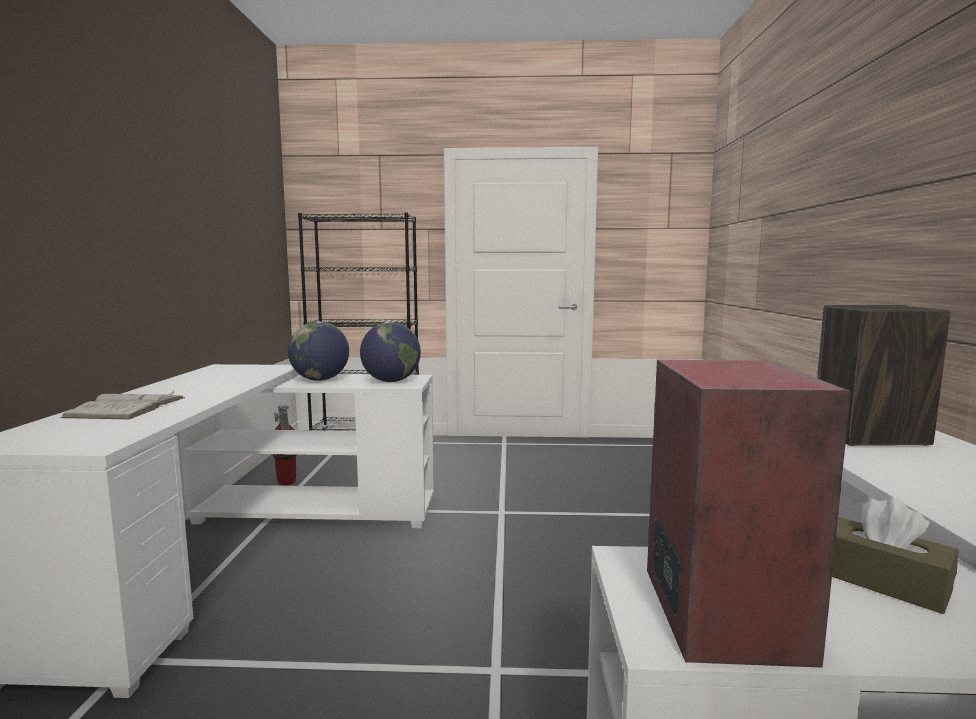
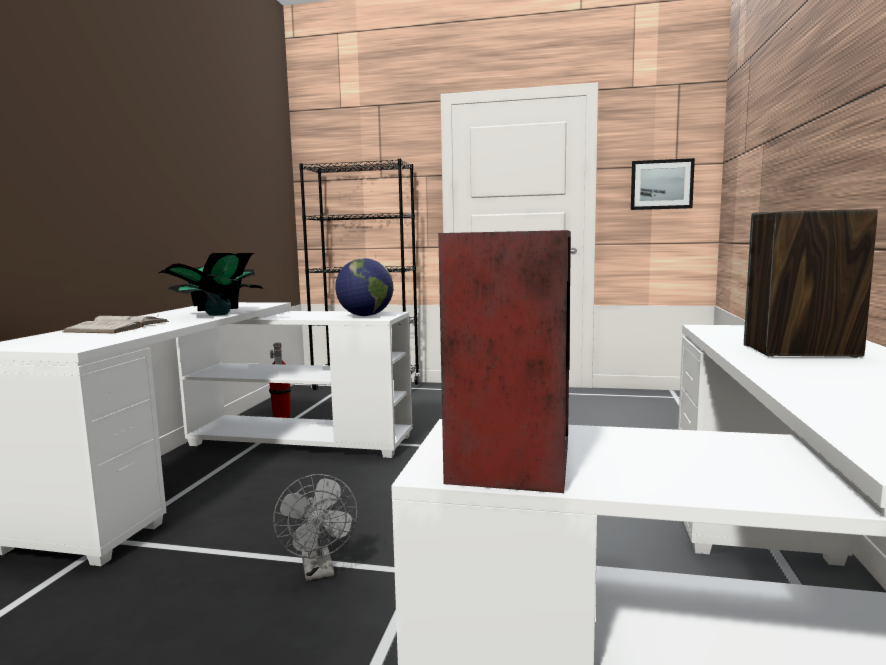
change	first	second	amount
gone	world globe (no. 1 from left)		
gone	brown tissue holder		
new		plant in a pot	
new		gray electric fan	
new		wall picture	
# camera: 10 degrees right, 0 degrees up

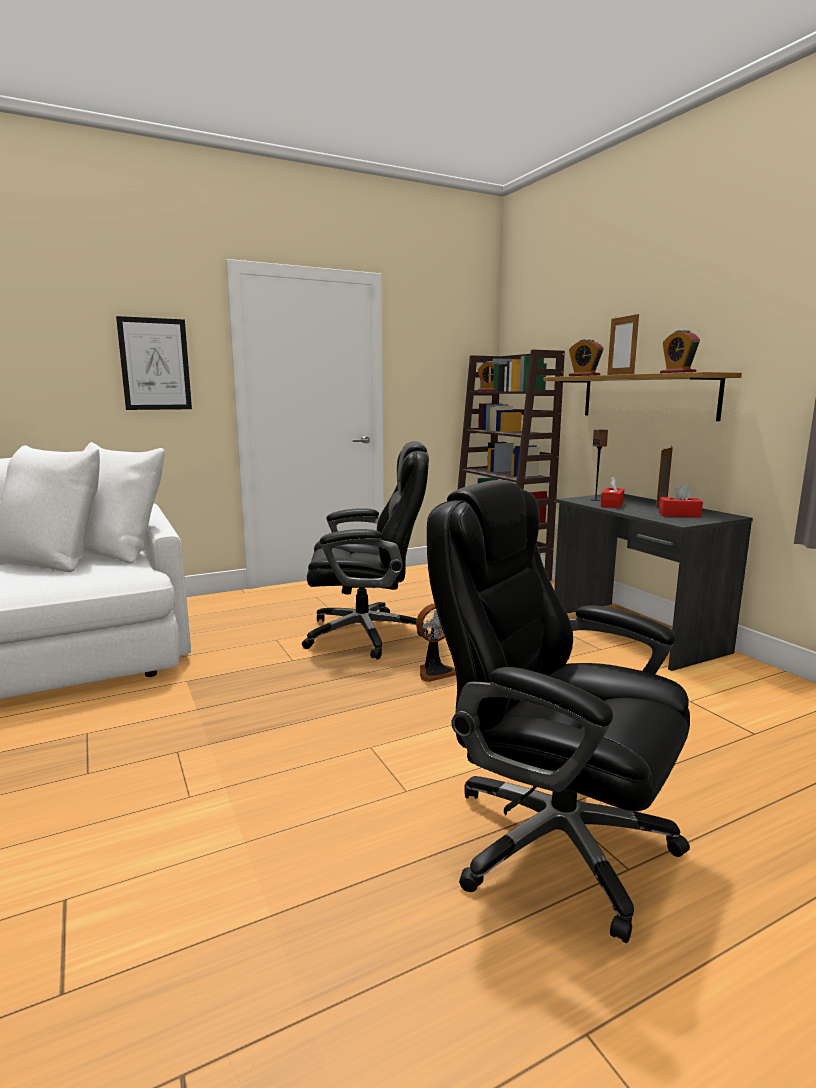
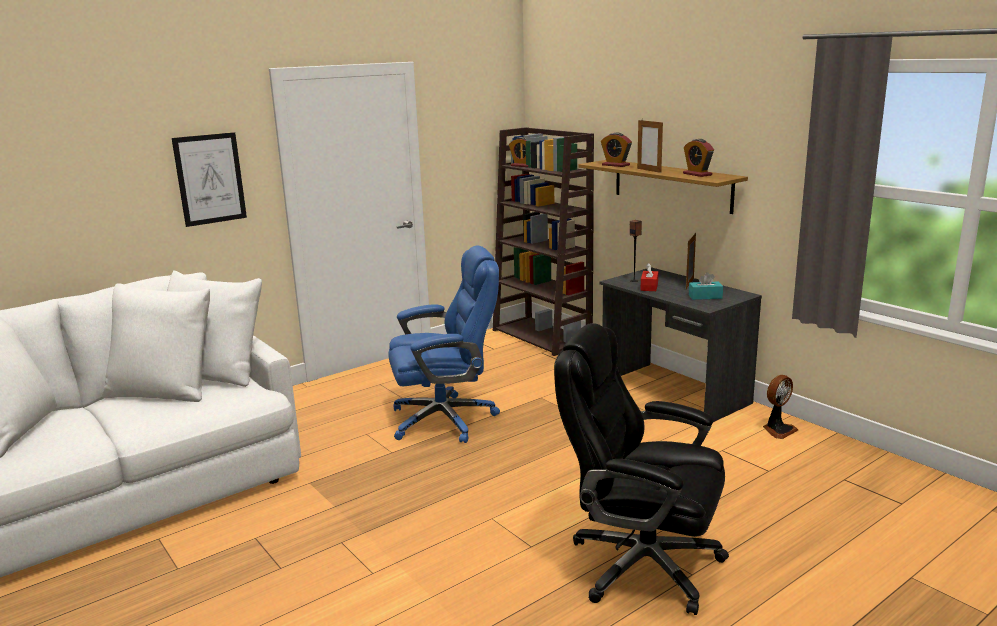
change	first	second	amount
repainted	black desk chair (no. 1 from left)	blue-coloured desk chair	
shifted	electric fan		
repainted	red tissue holder (no. 2 from left)	blue-green tissue holder	
# camera: 10 degrees left, 5 degrees up

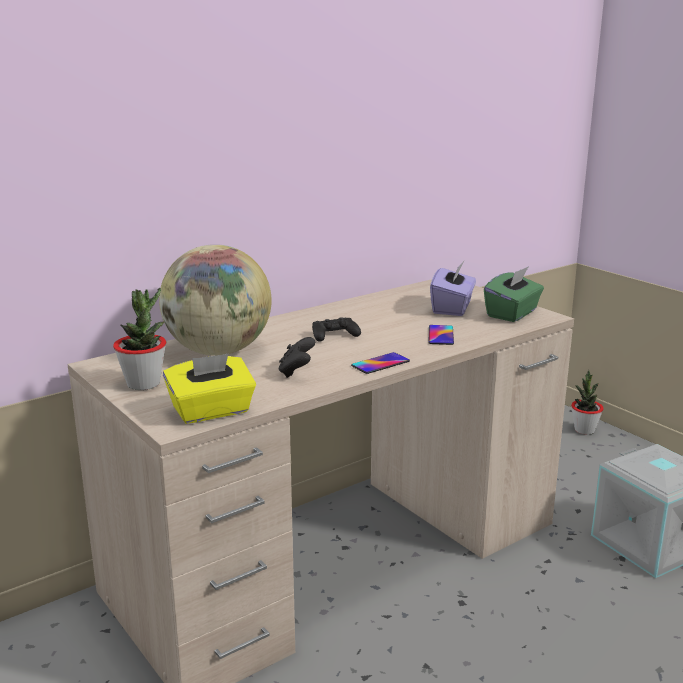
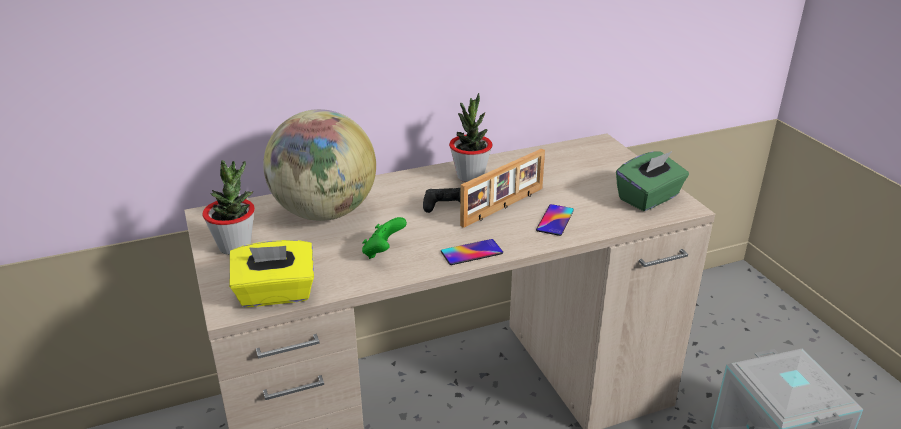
change	first	second	amount
repainted	black game controller (no. 1 from left)	greenish game controller	
gone	purplish tissue holder		
shifted	plant in a pot (no. 2 from left)		
new		picture frame	
# camera: 15 degrees right, 10 degrees up

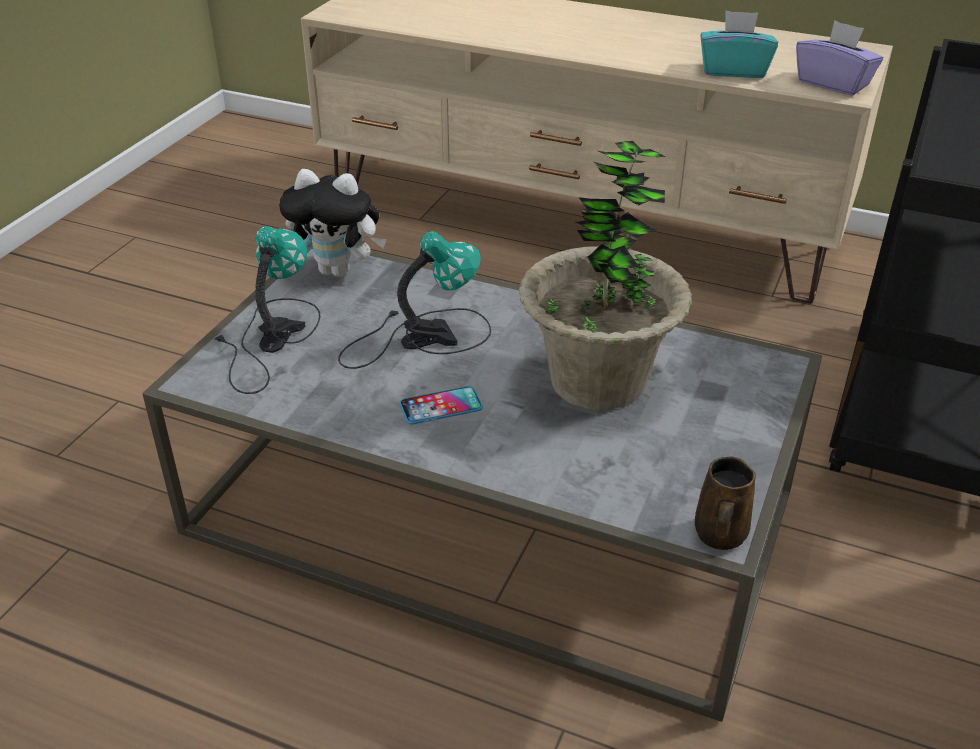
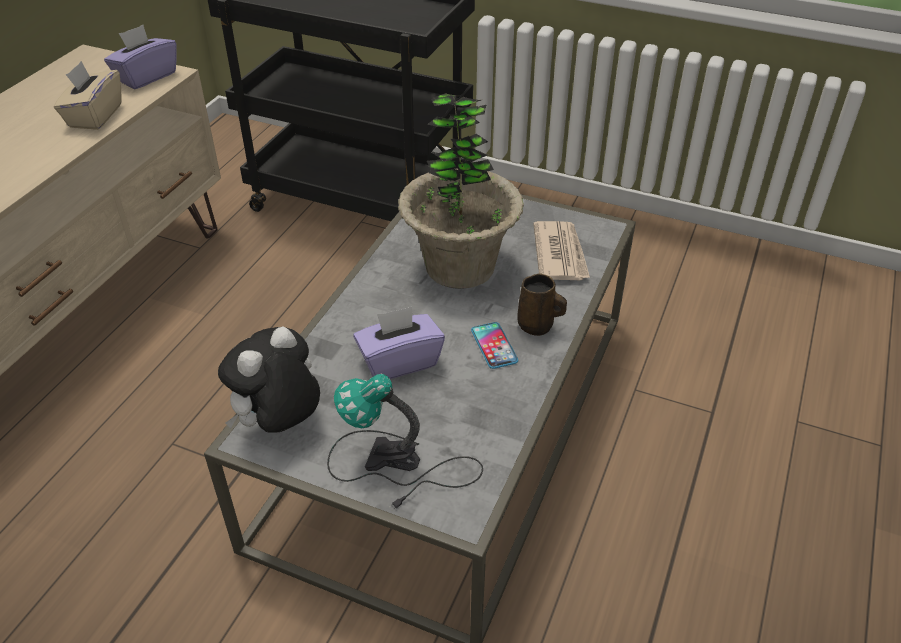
change	first	second	amount
rotated	soft toy		150 degrees counterclockwise
swapped	tabletop lamp (no. 2 from left)	purplish tissue holder (no. 2 from left)	
shifted	brown coffee mug		
repainted	blue-green tissue holder	beige tissue holder	
new		printed paper	
# camera: 90 degrees left, 5 degrees up

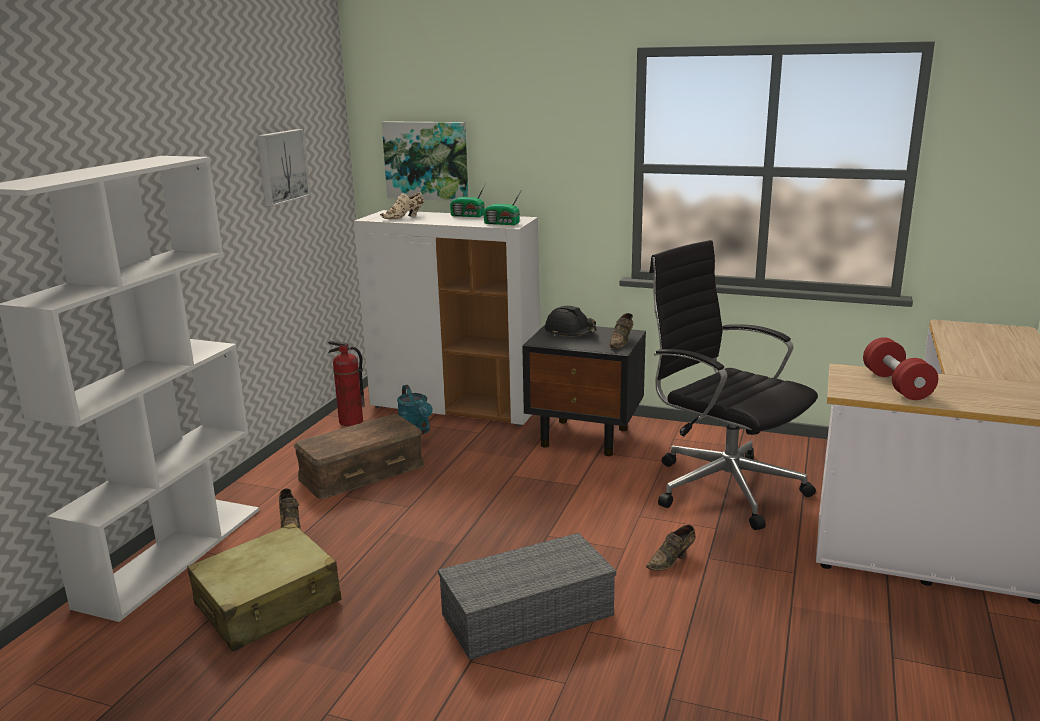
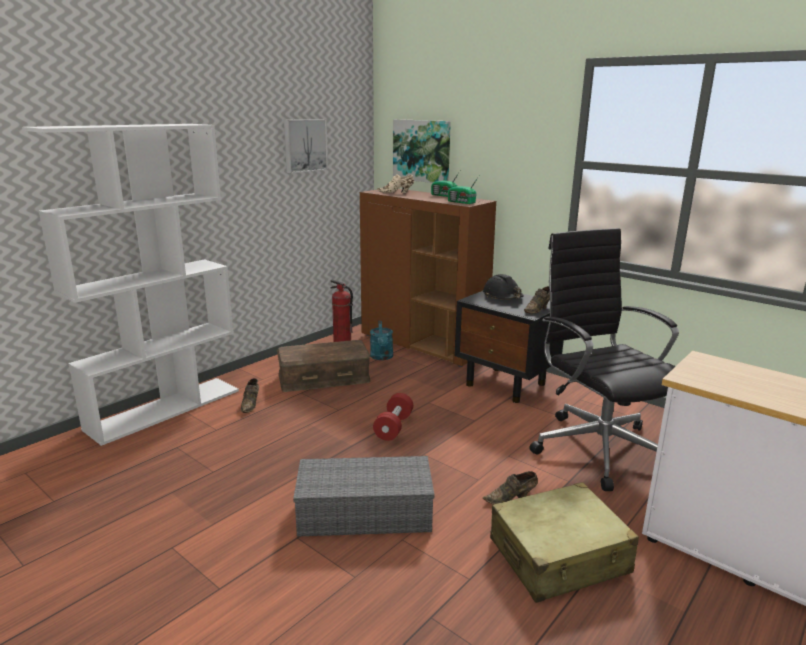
change	first	second	amount
shifted	beige travel case		
repainted	whitish storage cabinet	brown storage cabinet	
shifted	red hand weight		
# camera: 20 degrees right, 0 degrees up

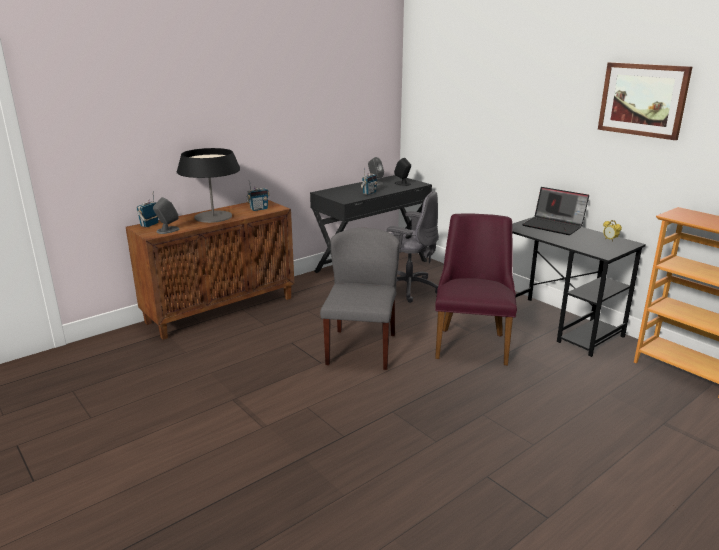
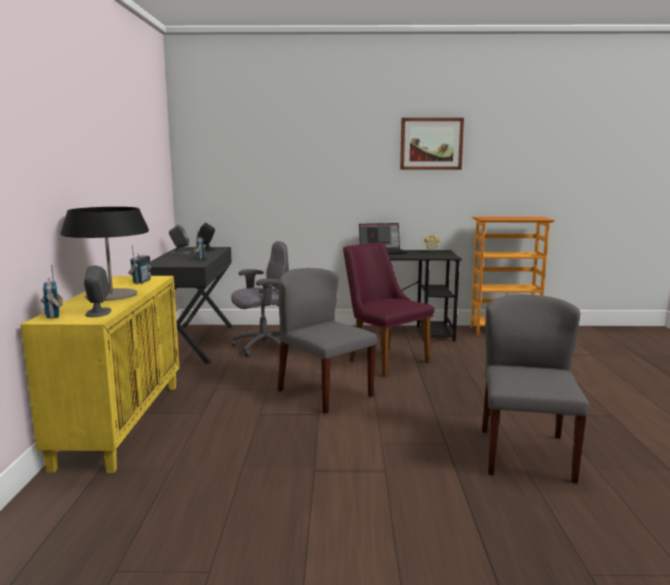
change	first	second	amount
repainted	brown storage cabinet	yellow-coloured storage cabinet	
new		gray chair (no. 2 from left)	
# camera: 50 degrees left, 10 degrees down

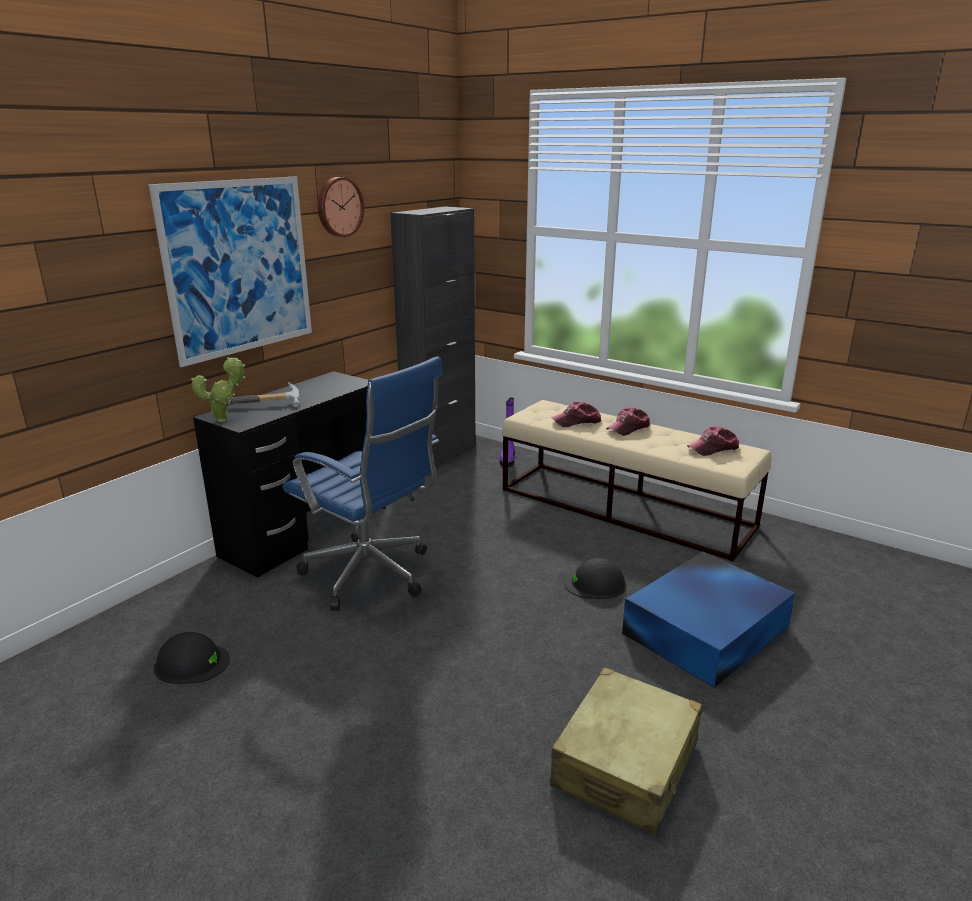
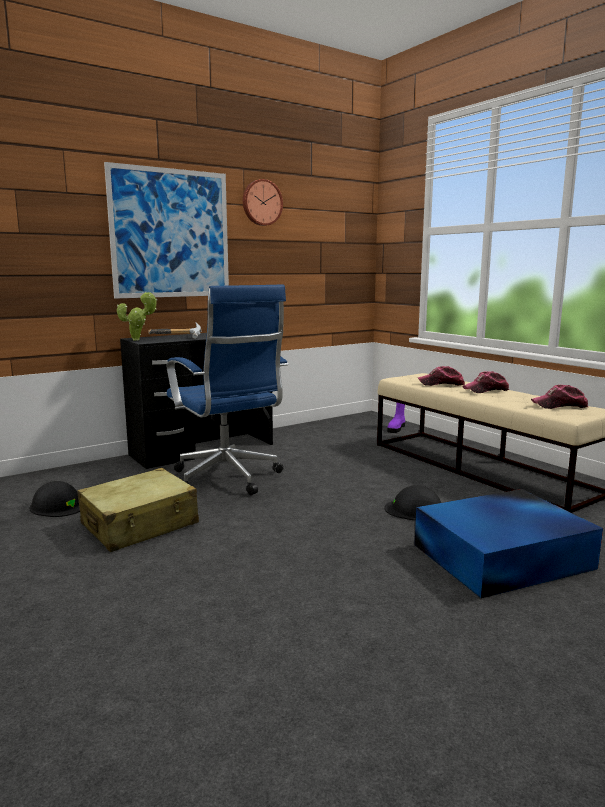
change	first	second	amount
gone	black storage cabinet		
shifted	beige travel case		
# camera: 20 degrees right, 10 degrees down

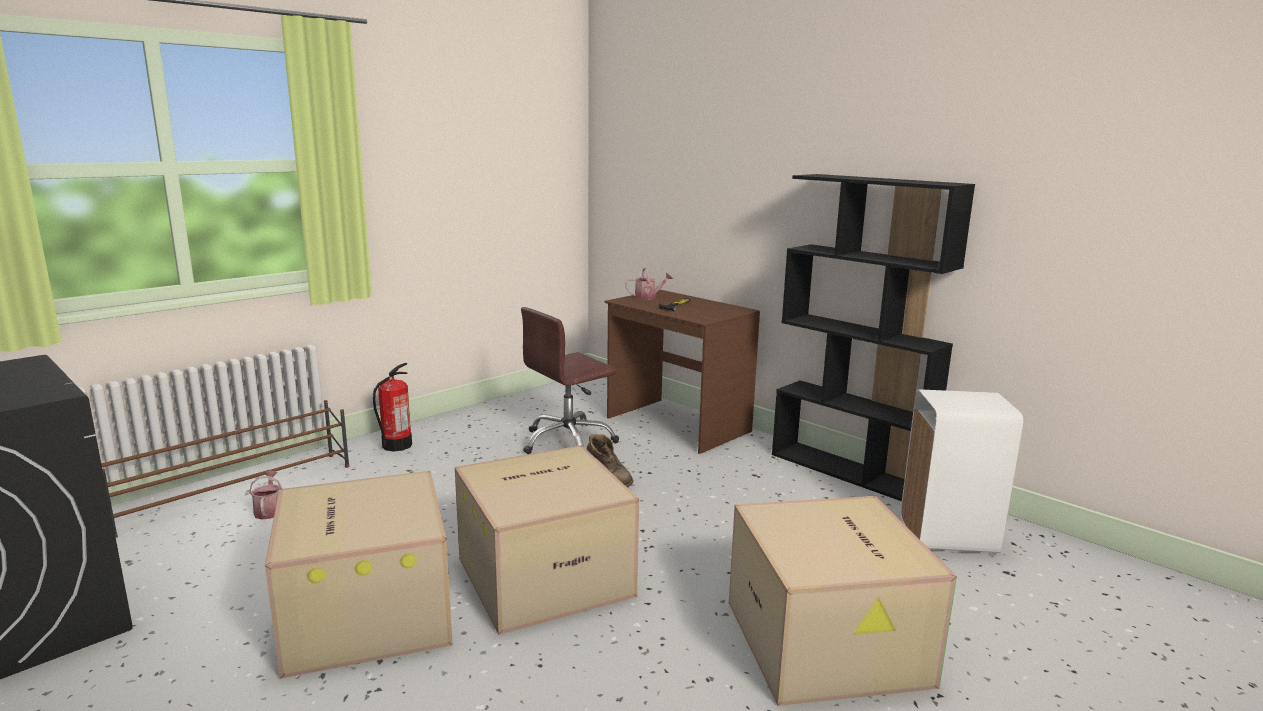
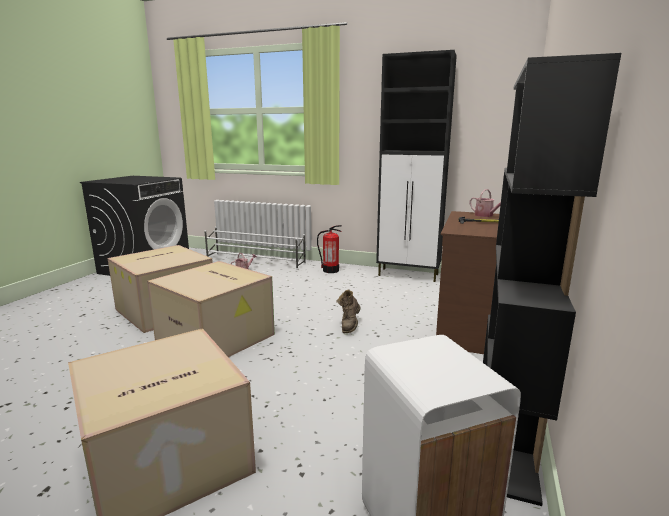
change	first	second	amount
repainted	brown shoe rack	whitish shoe rack	
gone	brown desk chair		
new		black storage cabinet	
# camera: 65 degrees right, 0 degrees up

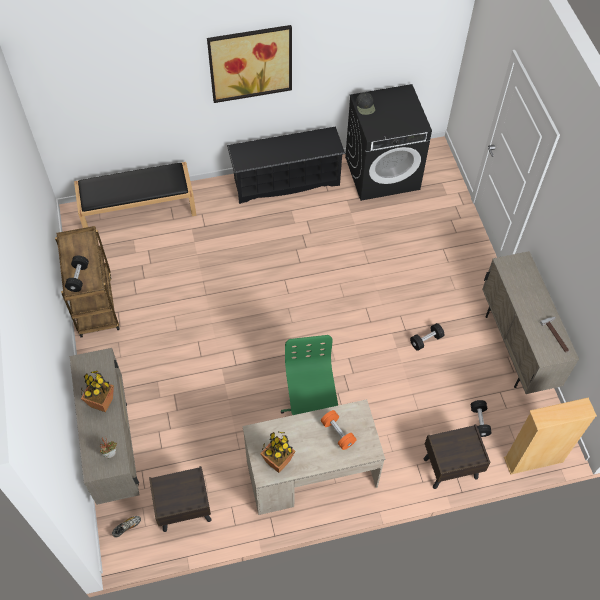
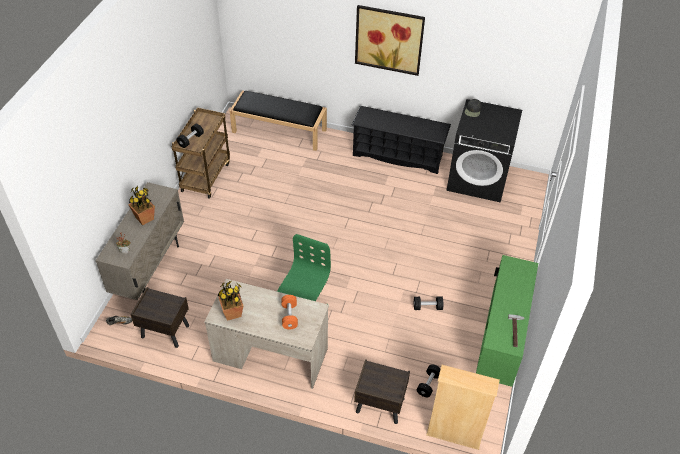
change	first	second	amount
repainted	beige storage cabinet (no. 2 from left)	greenish storage cabinet	
# camera: 30 degrees right, 10 degrees down

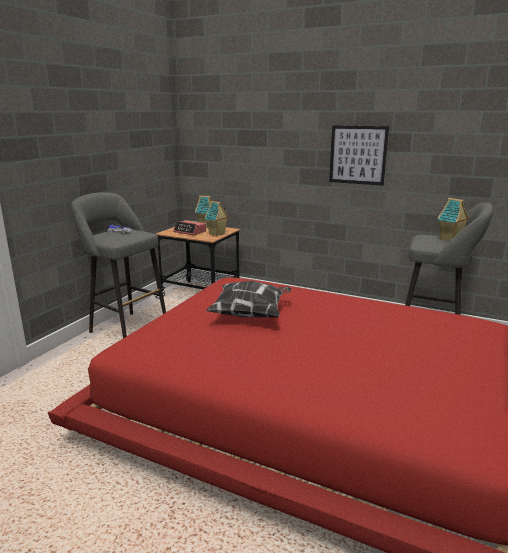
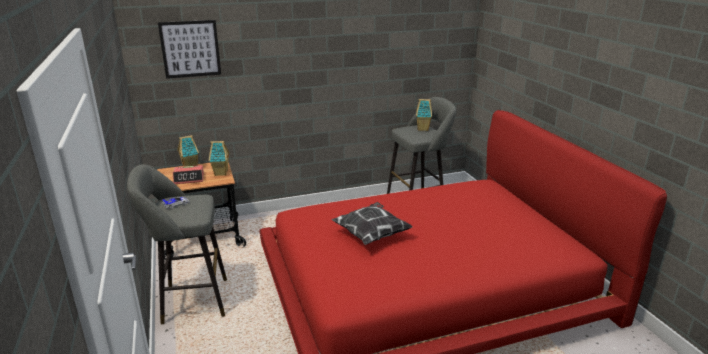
change	first	second	amount
shifted	wall picture		
# camera: 45 degrees left, 5 degrees up

